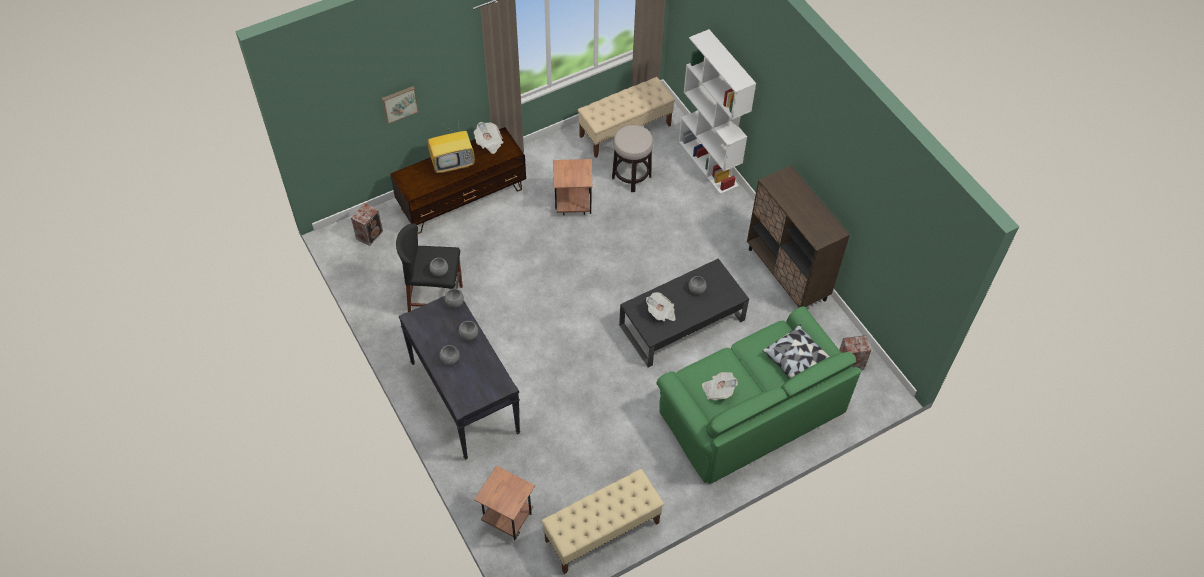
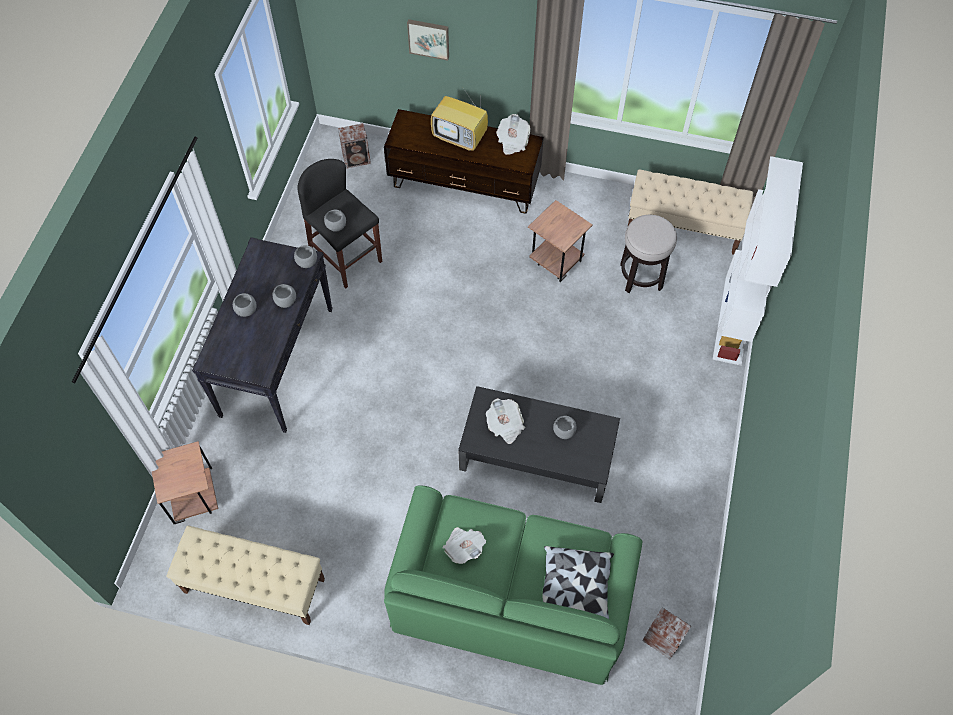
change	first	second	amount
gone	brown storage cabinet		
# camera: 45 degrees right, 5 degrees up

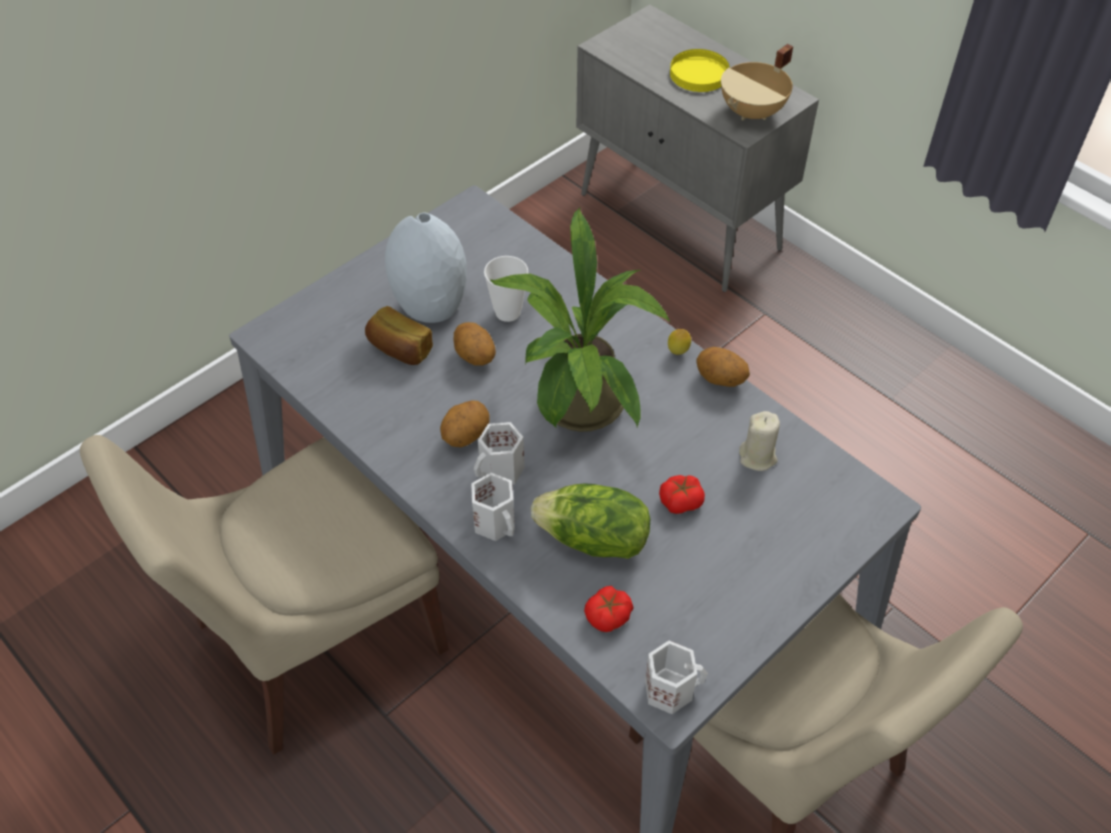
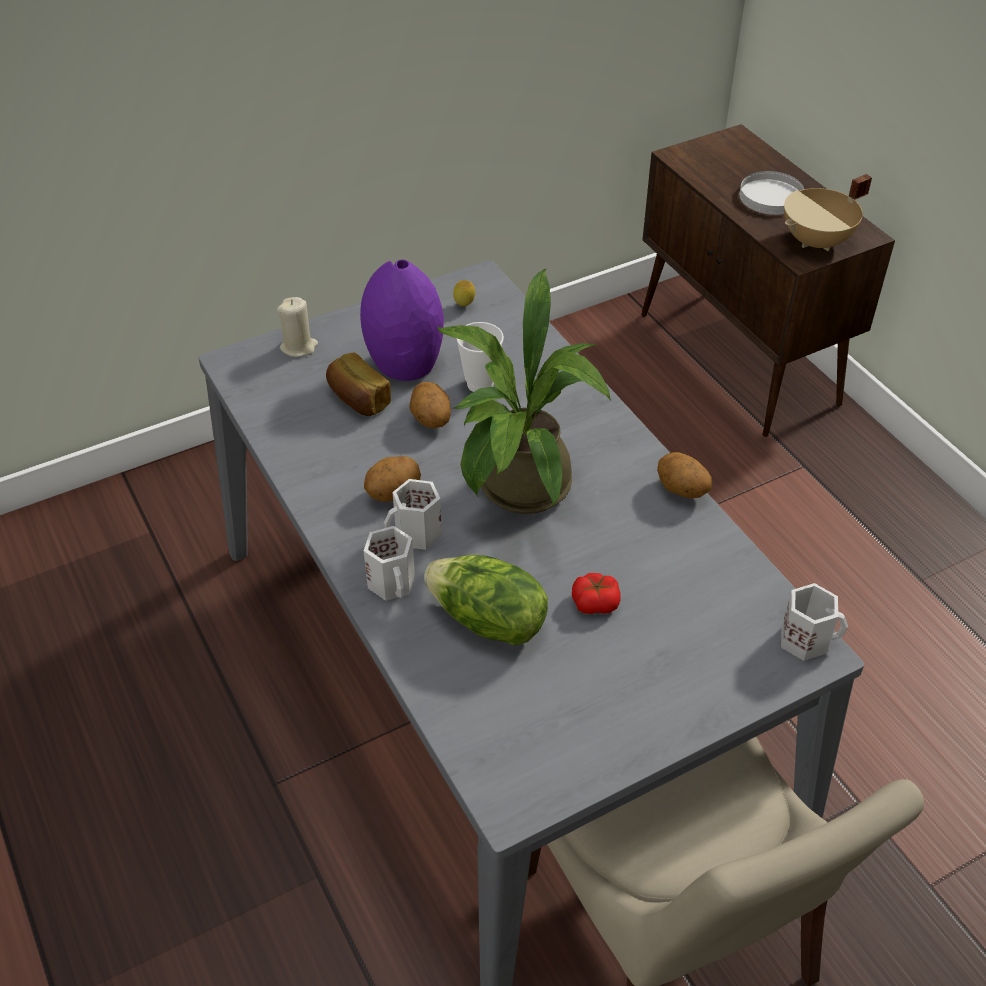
change	first	second	amount
gone	beige chair (no. 1 from left)		
repainted	gray flower vase	purplish flower vase	
repainted	gray storage cabinet	brown storage cabinet	
gone	tomato (no. 1 from left)		
shifted	whitish coffee mug (no. 3 from left)		
shifted	lemon		
repainted	yellow-coloured dinner plate	whitish dinner plate	
shifted	beige wax light		
# camera: 15 degrees right, 5 degrees down

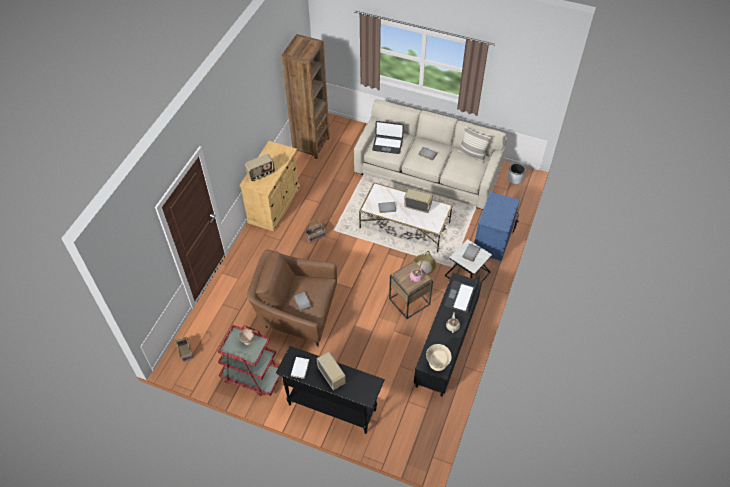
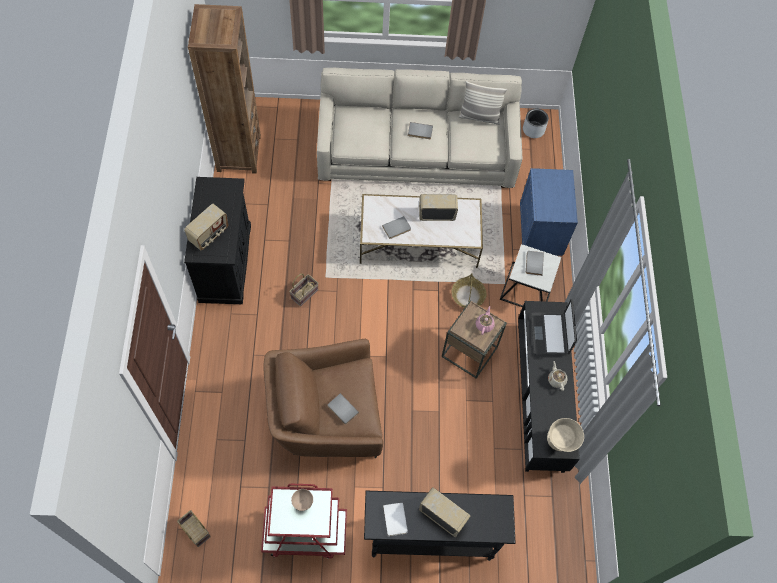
change	first	second	amount
repainted	beige storage cabinet	black storage cabinet	
gone	portable computer (no. 1 from left)		
# camera: 25 degrees left, 10 degrees up

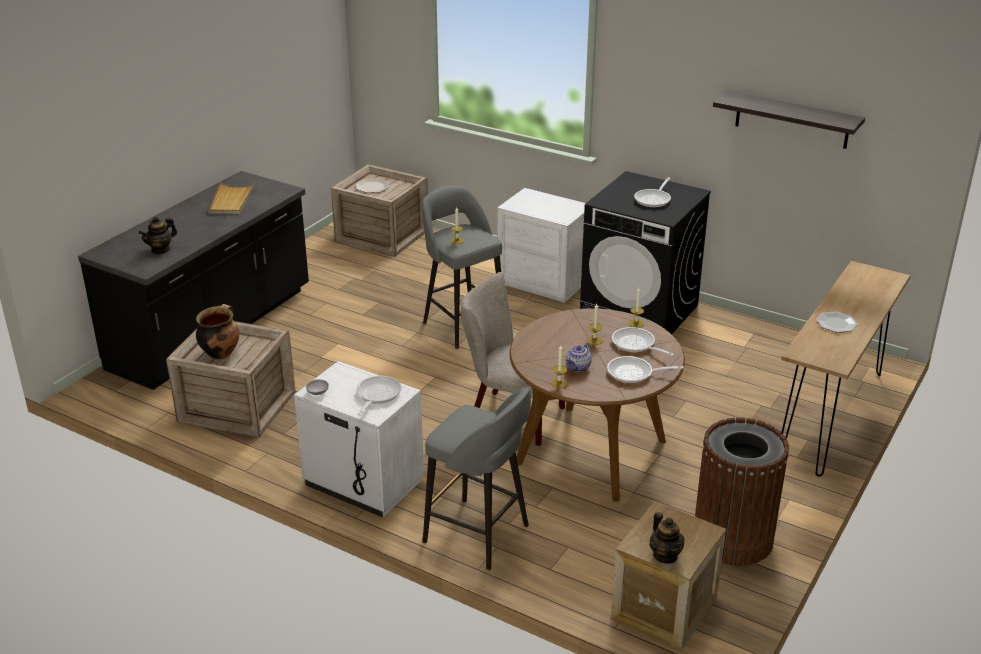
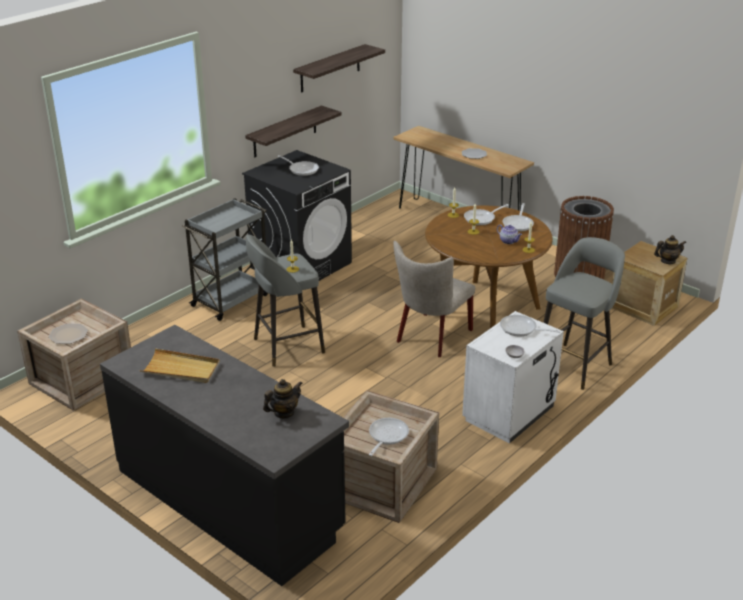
change	first	second	amount
rotated	pot for tea (no. 1 from left)		90 degrees counterclockwise
swapped	stockpot	frying pan (no. 2 from left)	
swapped	whitish bedside table (no. 2 from left)	gray cart	
new		bracket shelf (no. 1 from left)	
# camera: 80 degrees left, 0 degrees up

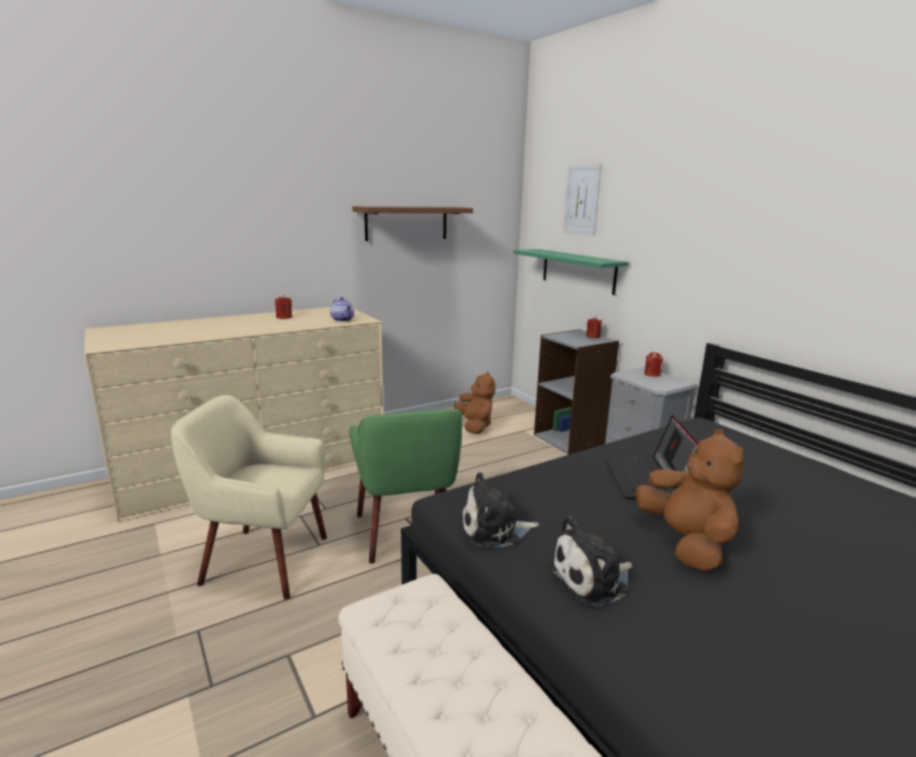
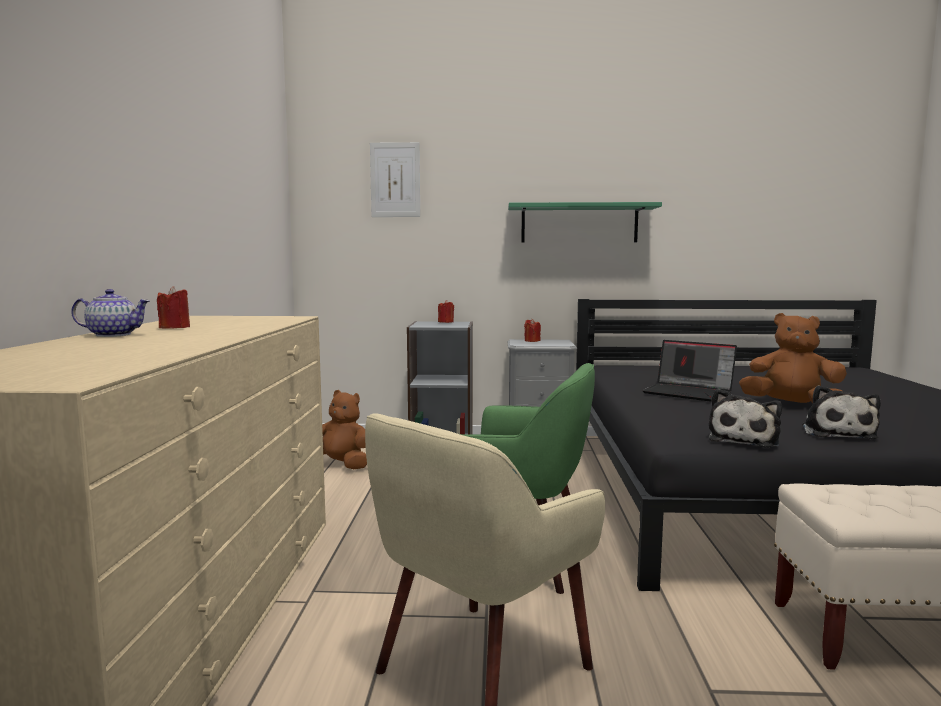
change	first	second	amount
shifted	pot for tea		
gone	brown bracket shelf		
shifted	greenish bracket shelf		
# camera: 55 degrees left, 10 degrees down

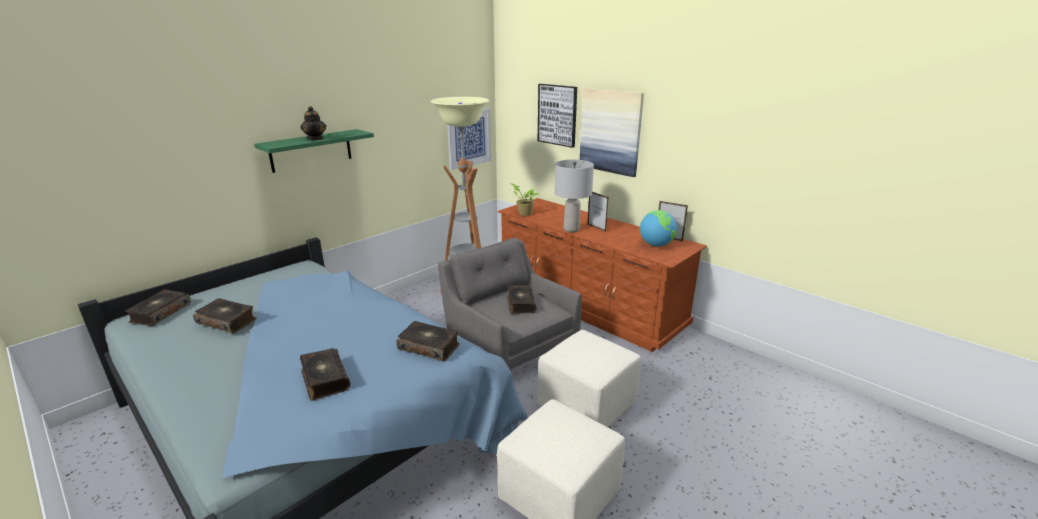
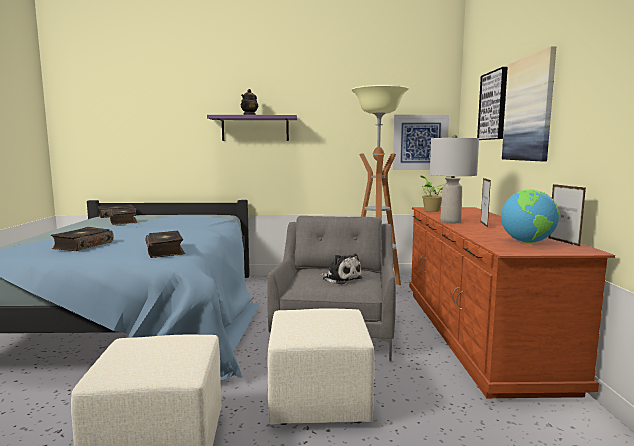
change	first	second	amount
repainted	greenish bracket shelf	purplish bracket shelf	
swapped	bound book (no. 5 from left)	soft toy	
# camera: 45 degrees right, 15 degrees down

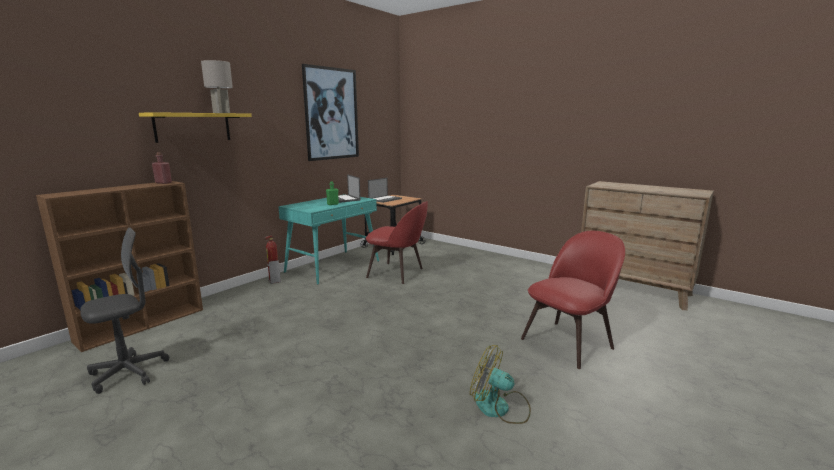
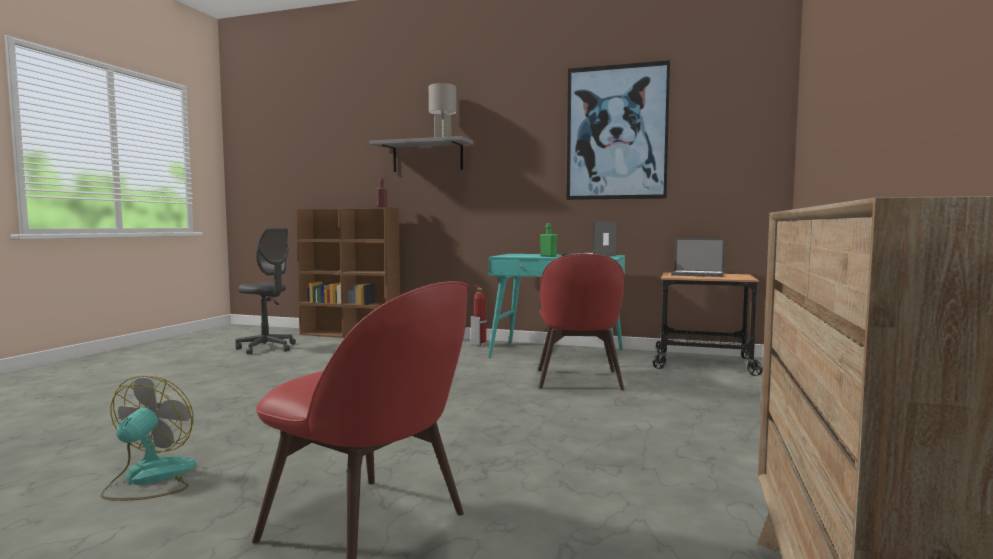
change	first	second	amount
repainted	yellow-coloured bracket shelf	gray bracket shelf	
# camera: 70 degrees right, 10 degrees down

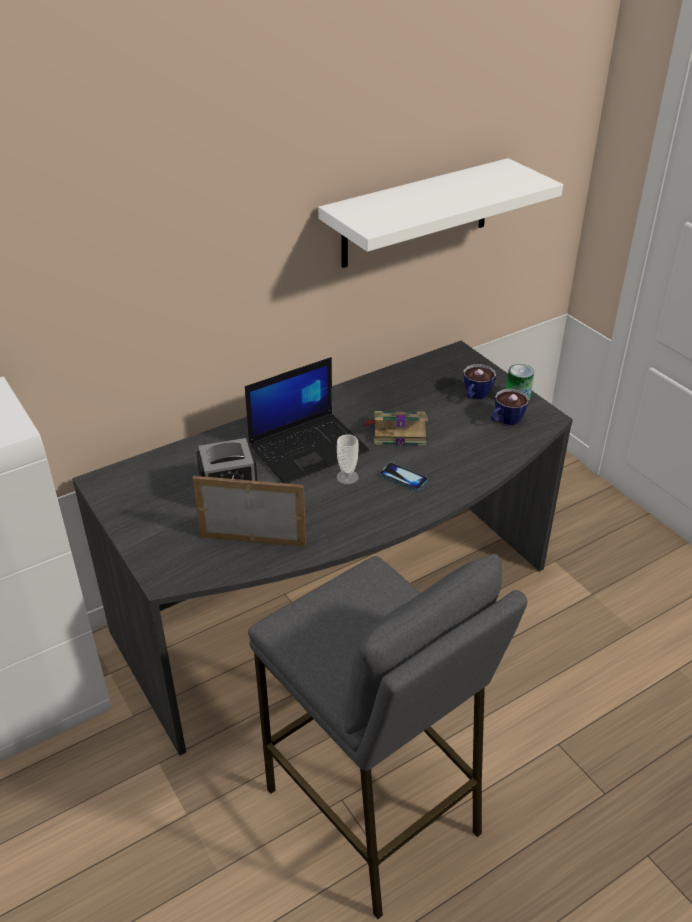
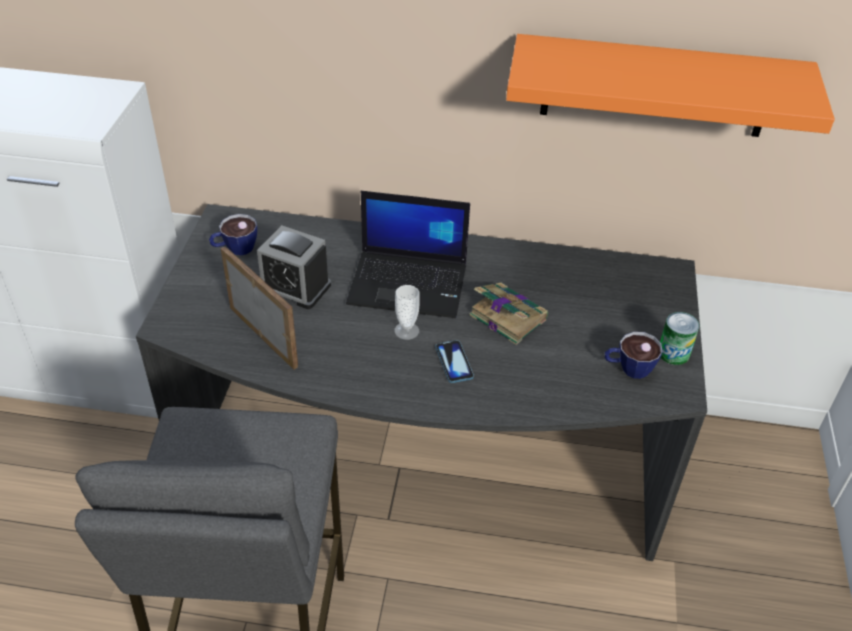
change	first	second	amount
repainted	whitish bracket shelf	orange bracket shelf	
shifted	cup (no. 2 from left in the first image)	cup (no. 1 from left)	
# camera: 40 degrees right, 5 degrees up

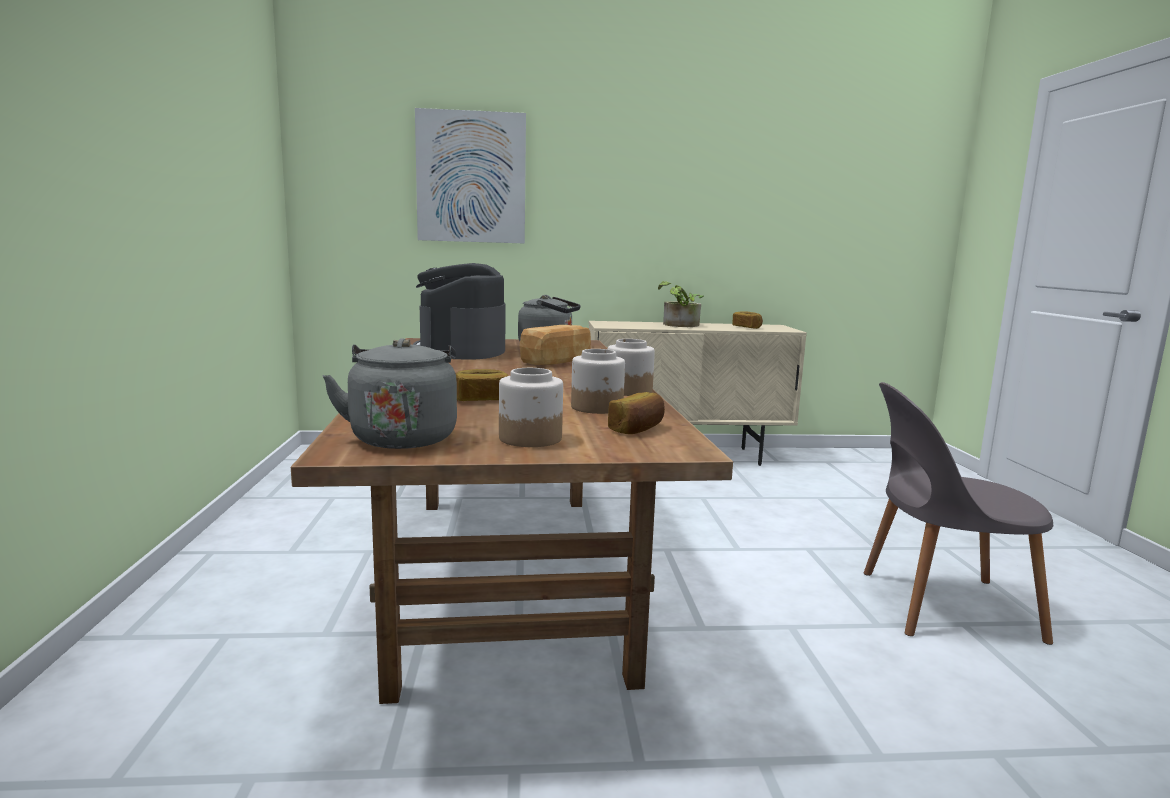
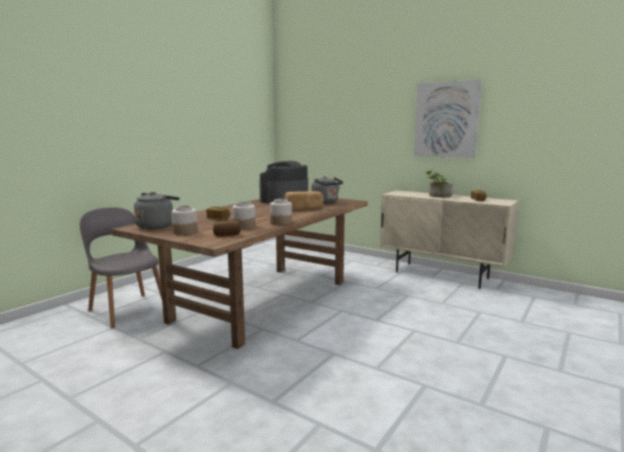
change	first	second	amount
shifted	wall picture		
shifted	gray chair		
# camera: 40 degrees right, 0 degrees up

